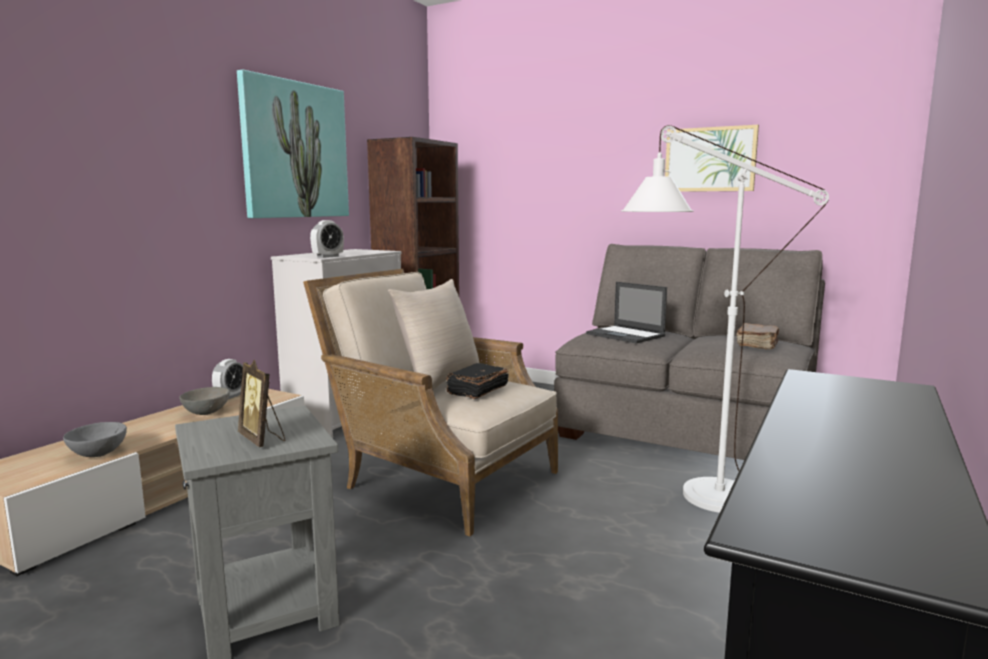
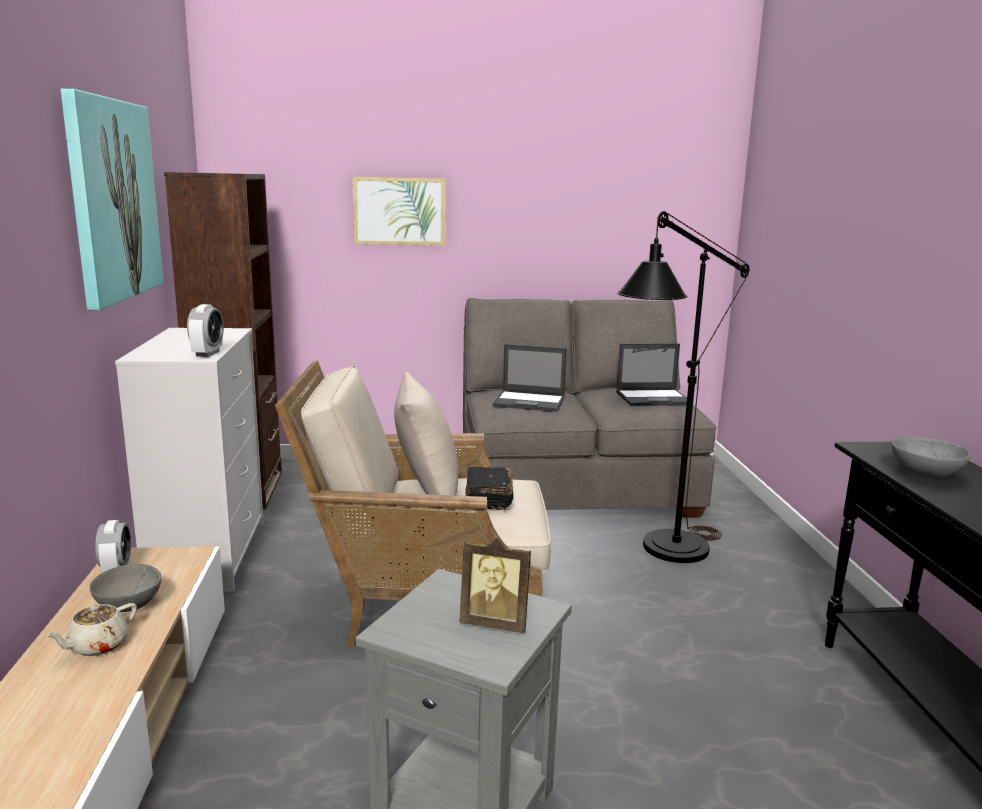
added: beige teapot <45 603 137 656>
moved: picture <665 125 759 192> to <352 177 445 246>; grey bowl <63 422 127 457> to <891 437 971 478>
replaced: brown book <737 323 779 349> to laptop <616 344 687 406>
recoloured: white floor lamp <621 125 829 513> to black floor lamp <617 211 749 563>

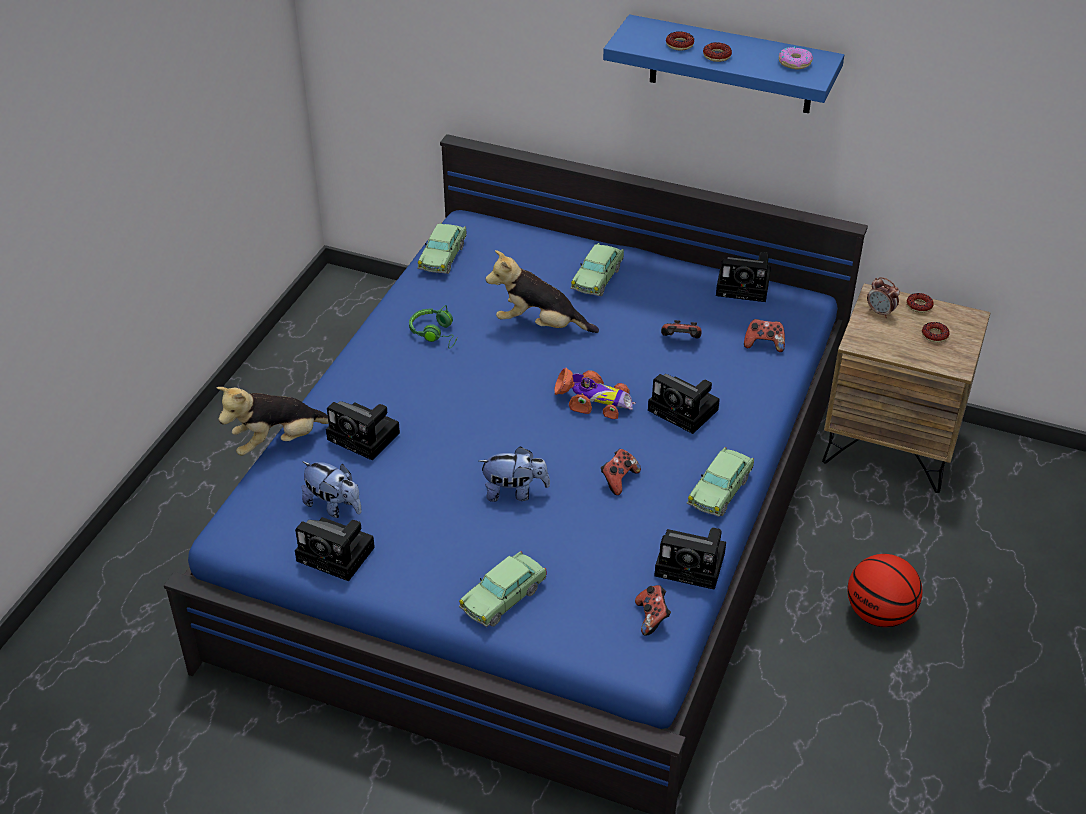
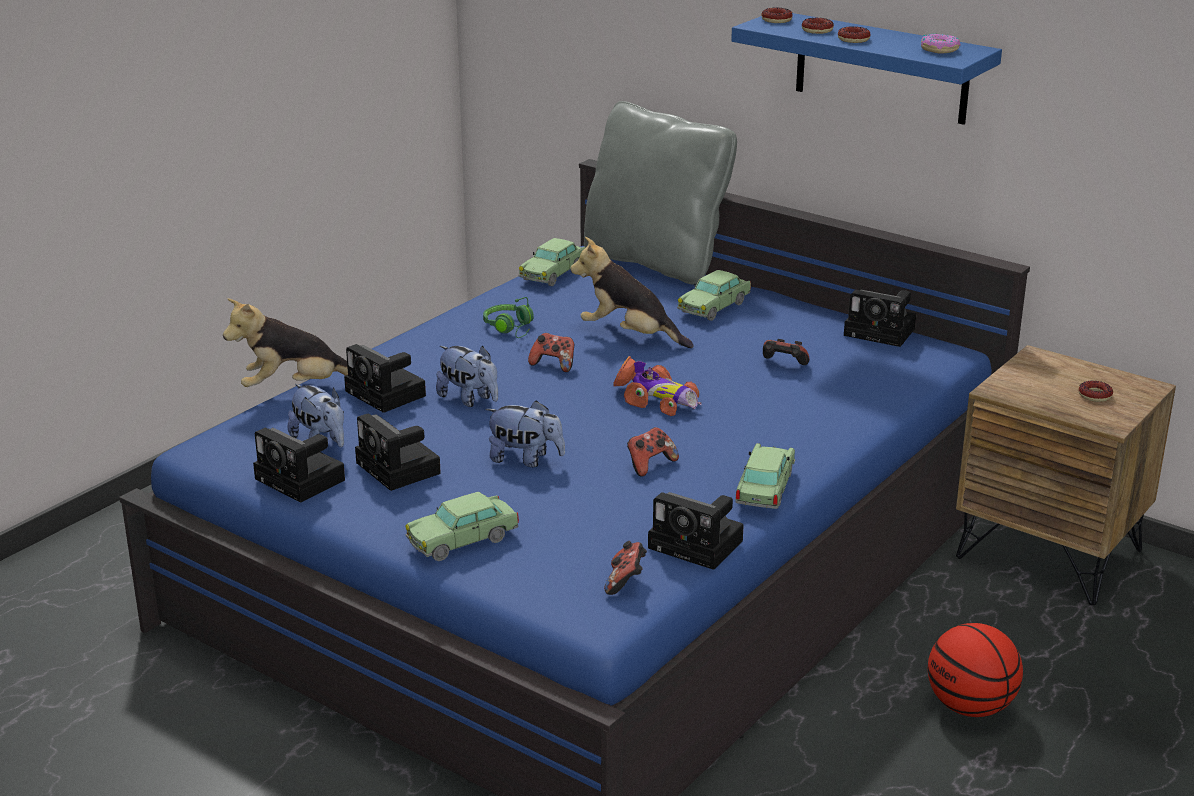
removed: alarm clock <867 277 900 318>
added: plush toy <436 346 498 407>; grey pillow <584 101 737 285>
moved: photo camera <648 374 720 434> to <355 413 441 491>; game controller <744 319 785 352> to <528 333 575 372>; donut <907 293 934 313> to <761 8 793 23>
turned: toy car <687 447 754 517> = <735 443 795 509> 150 degrees clockwise

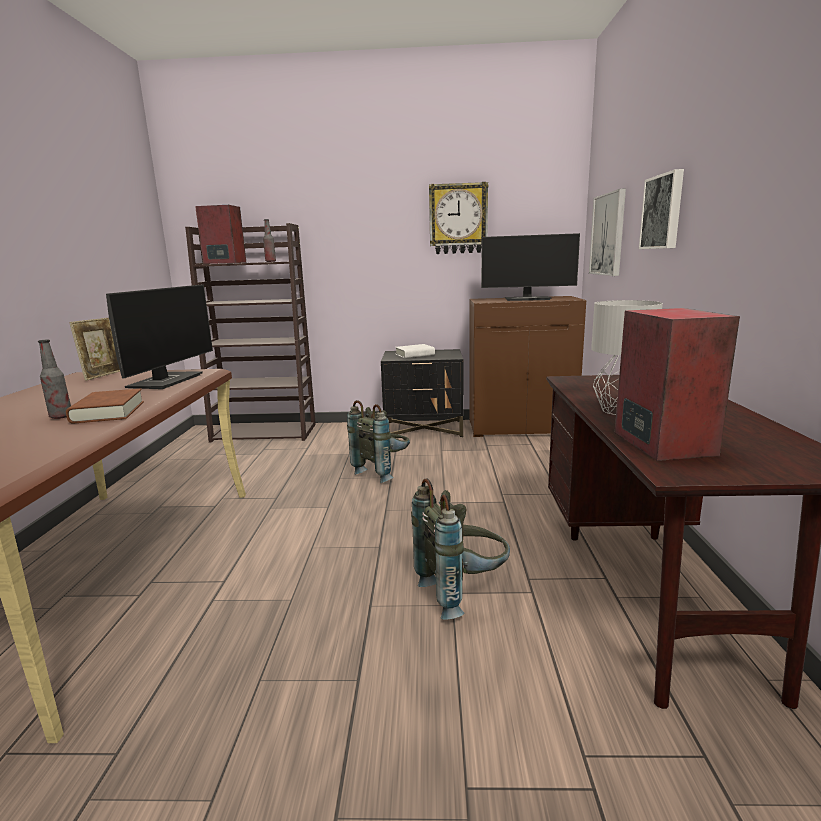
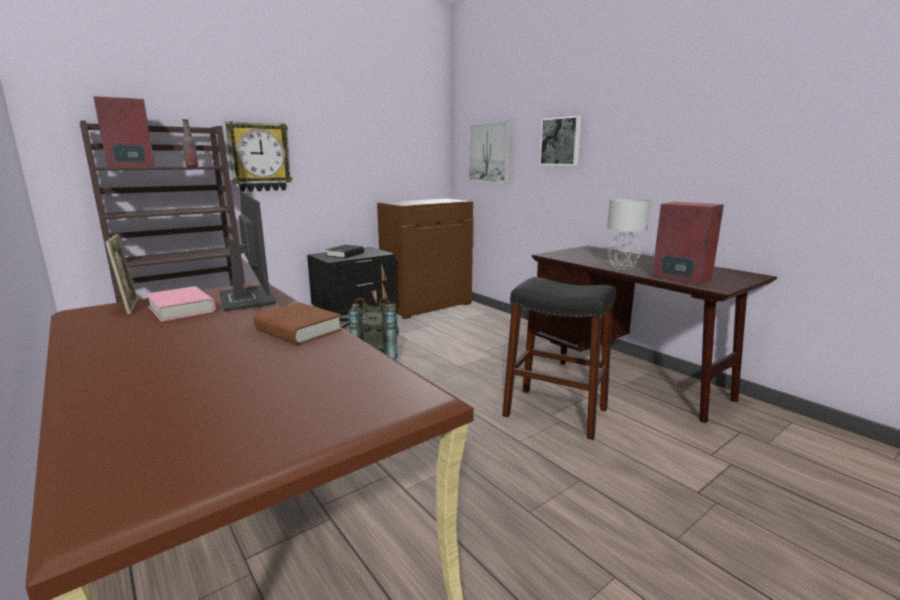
removed: bottle <38 339 71 419>; monitor <481 233 580 301>
added: pink book <146 286 216 322>
moved: wall clock <429 182 489 254> to <225 121 293 192>
replaced: grey backpack <411 479 510 620> to black stool <502 277 616 440>
recoloured: white book <395 344 435 358> to black book <326 245 364 258>

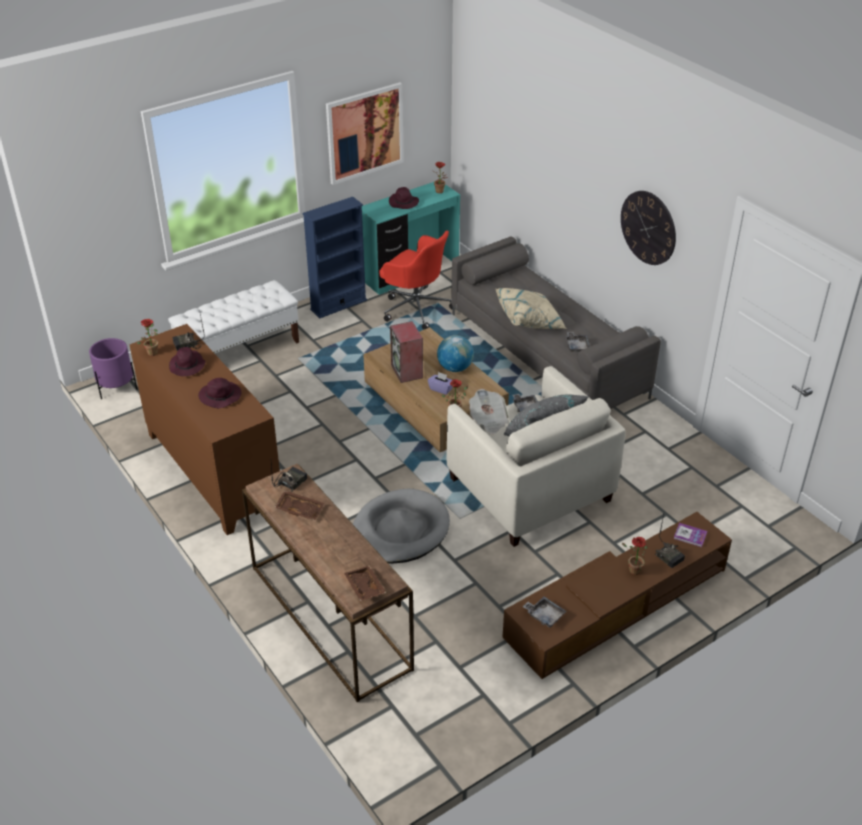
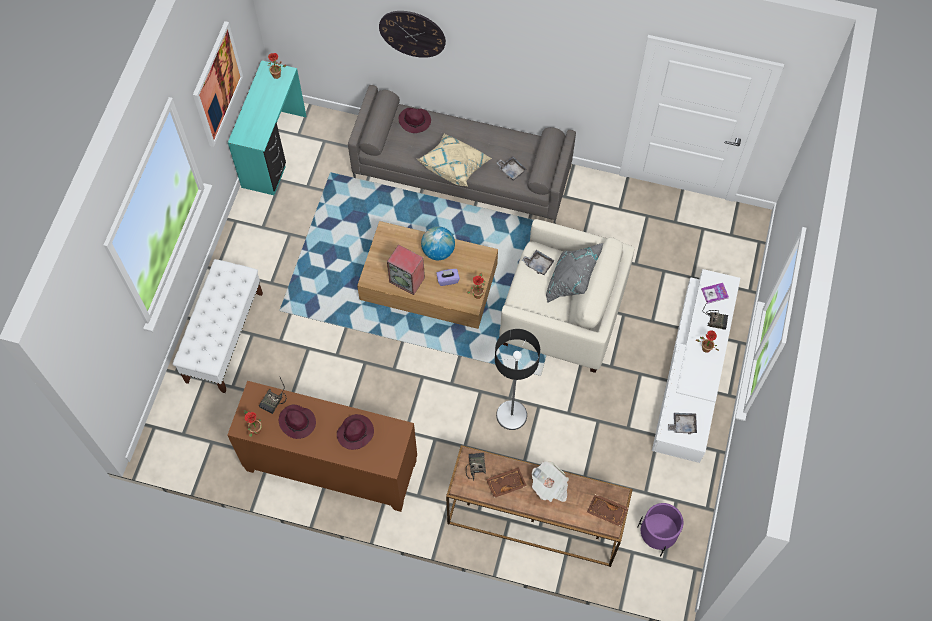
removed: blue bookcase <302 197 367 318>; red office chair <379 231 453 329>
moved: wall clock <621 191 676 265> to <379 11 446 58>; purple hat <389 187 419 209> to <399 108 431 133>; newspaper <469 389 510 434> to <532 461 569 502>; purple planter <89 338 137 399> to <637 503 683 556>
replaced: grey dog bed <353 489 450 563> to floor lamp <495 329 540 430>
recoloured: brown tv stand <502 512 732 679> to white tv stand <652 269 740 463>

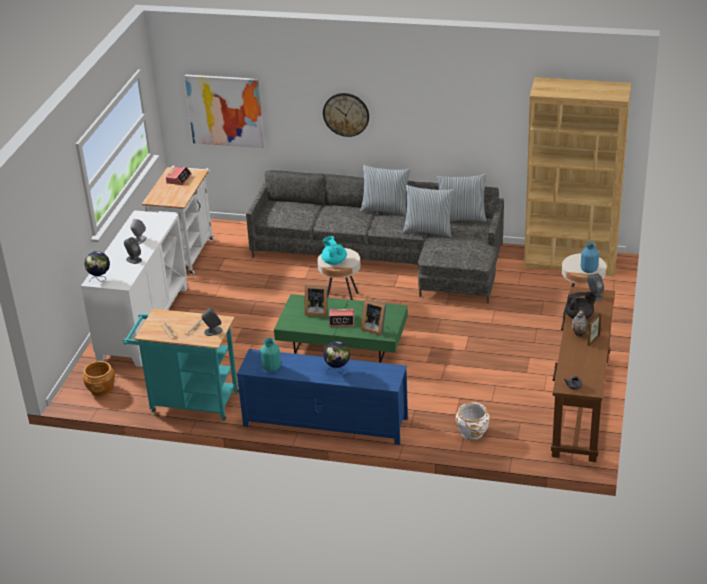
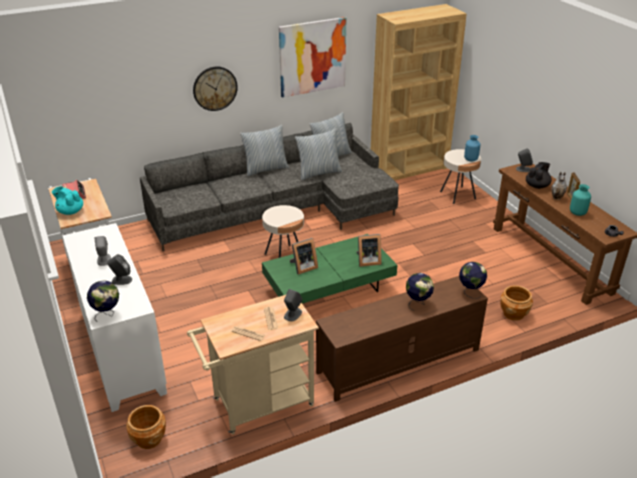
removed: alarm clock <329 309 354 327>
added: globe <459 262 487 299>
moved: turquoise teapot <321 236 347 265> to <52 186 83 215>; picture <185 75 265 148> to <279 17 347 98>; turquoise vase <260 338 281 372> to <570 184 591 216>
recoloured: turquoise cart <123 309 239 421> to beige cart <187 295 319 435>; blue tv stand <237 349 408 445> to brown tv stand <316 276 488 402>; white planter <456 402 489 440> to brown planter <501 285 533 321>

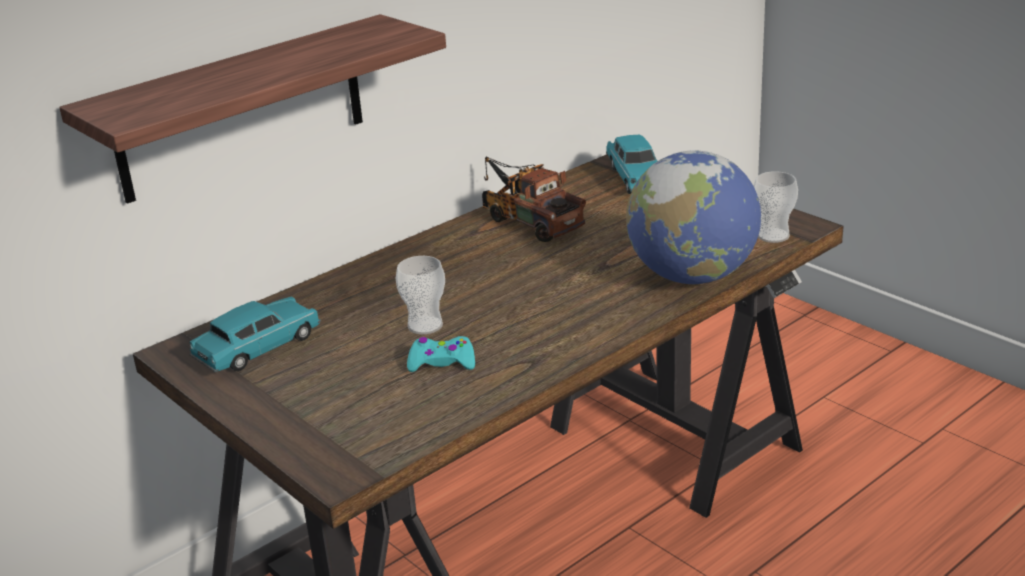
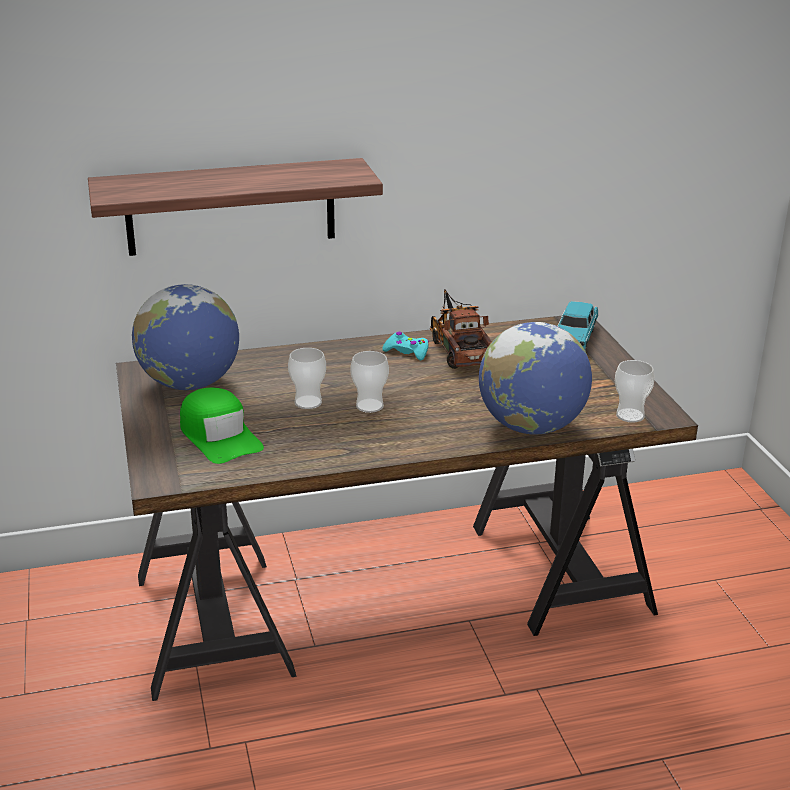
added: green cap <180 387 264 464>; cup <350 351 389 413>
moved: turquoise game controller <407 336 475 372> to <382 332 429 360>
replaced: turquoise toy car <189 297 321 372> to globe <132 284 239 390>

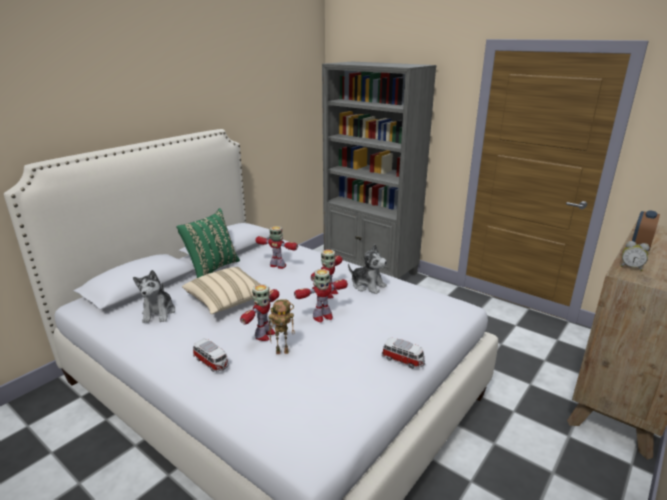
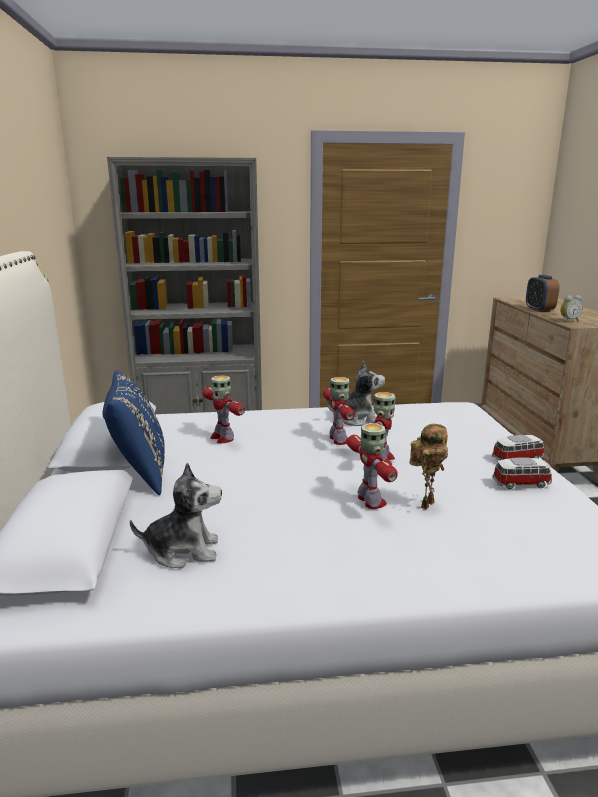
removed: beige pillow <182 267 271 314>
moved: toy car <193 339 229 372> to <493 457 552 489>
recoloured: green pillow <176 208 240 278> to blue pillow <103 370 165 495>
turned: plush toy <133 270 175 323> = <130 463 222 569> 45 degrees counterclockwise; toy robot <255 226 298 269> = <202 375 245 443> 105 degrees counterclockwise

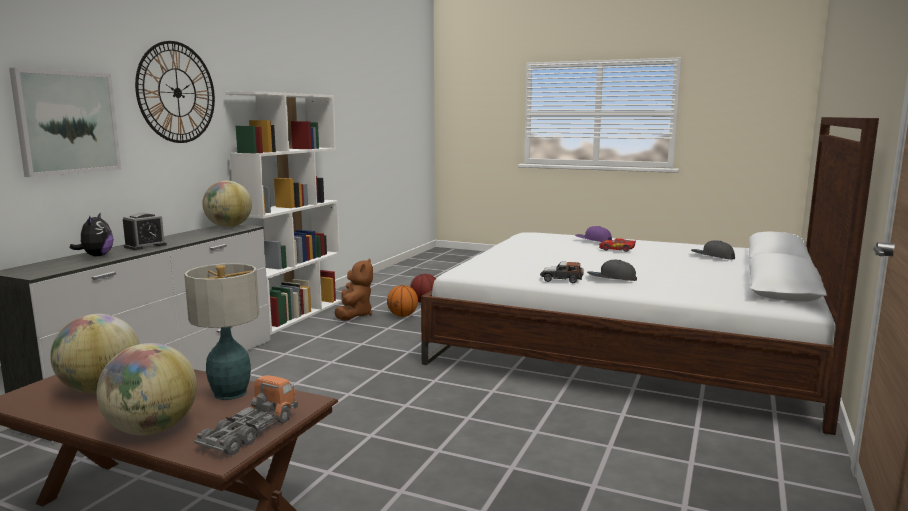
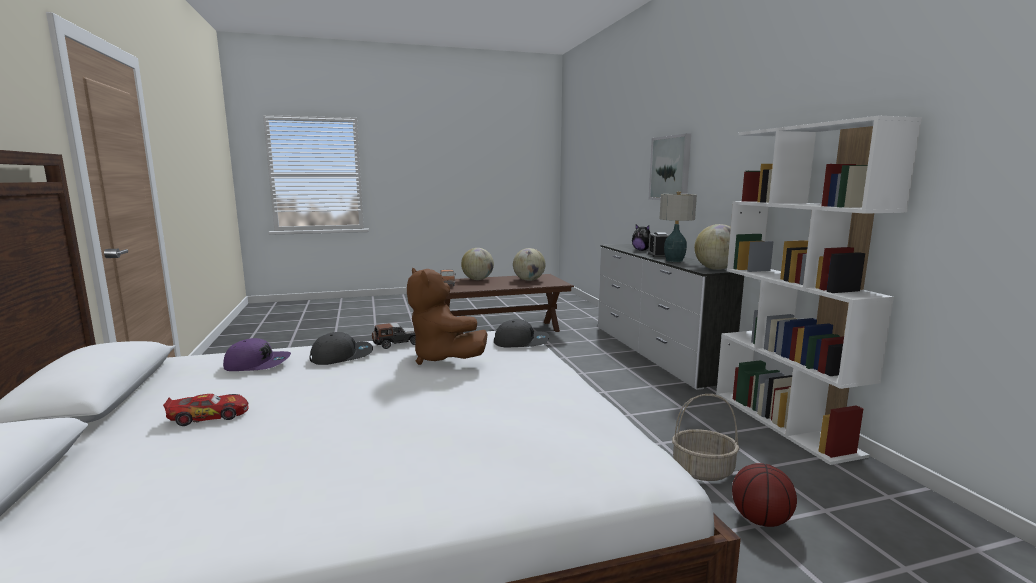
removed: wall clock <135 41 215 143>
moved: toy car <599 238 637 252> to <163 394 249 426>; purple cap <575 226 612 242> to <223 338 291 371>; brown plush toy <334 259 373 321> to <407 268 488 365>; grey cap <691 240 735 260> to <494 319 549 348>; table lamp <184 263 259 400> to <659 192 697 262>
replaced: basketball <387 285 418 317> to basket <672 394 739 481>

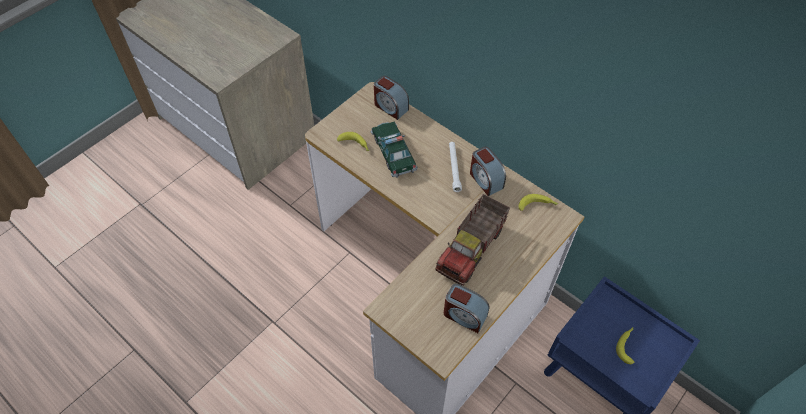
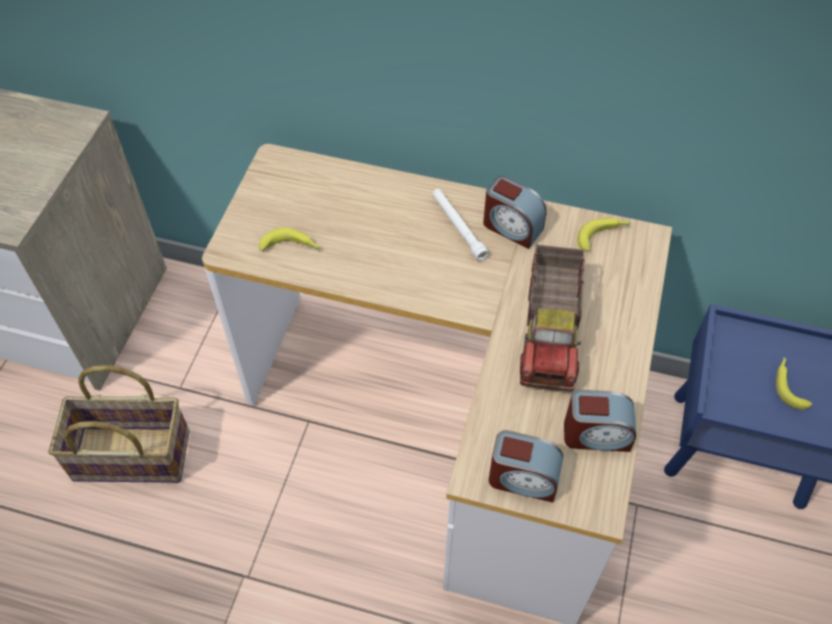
removed: toy car <370 122 418 178>
added: basket <49 365 190 483>
moved: alarm clock <374 76 409 120> to <489 430 563 503>

